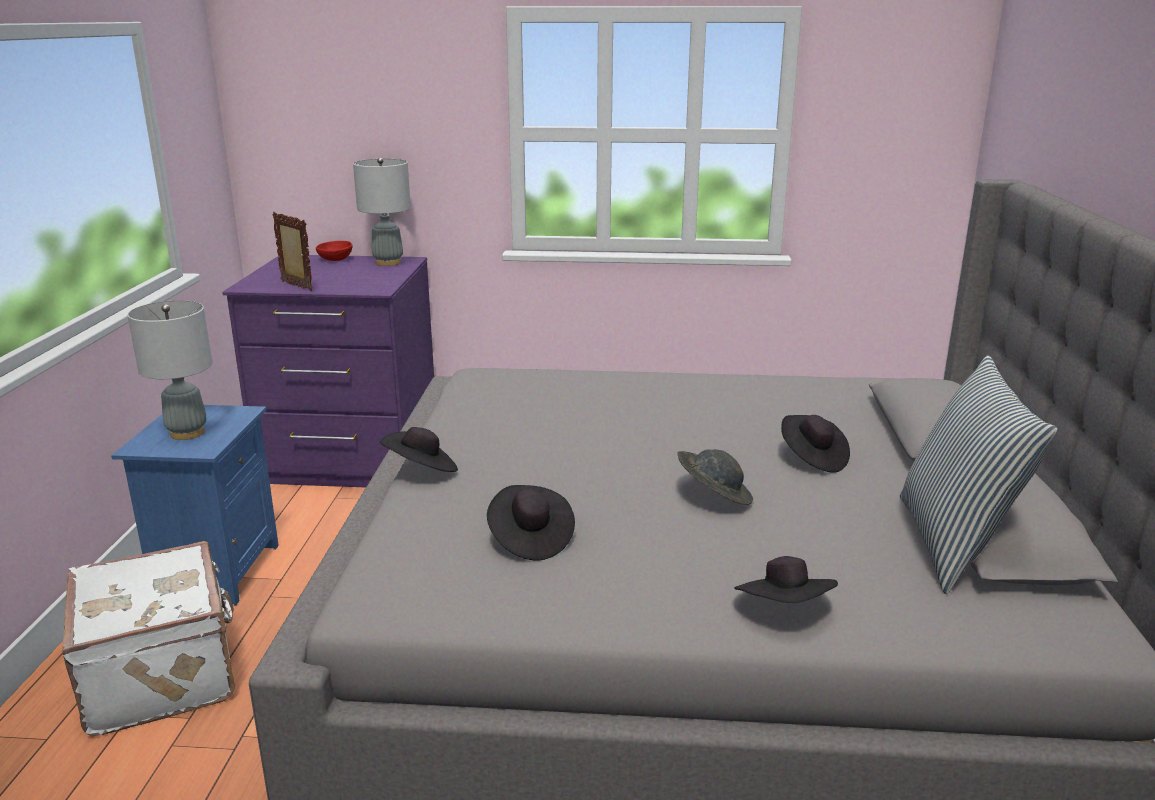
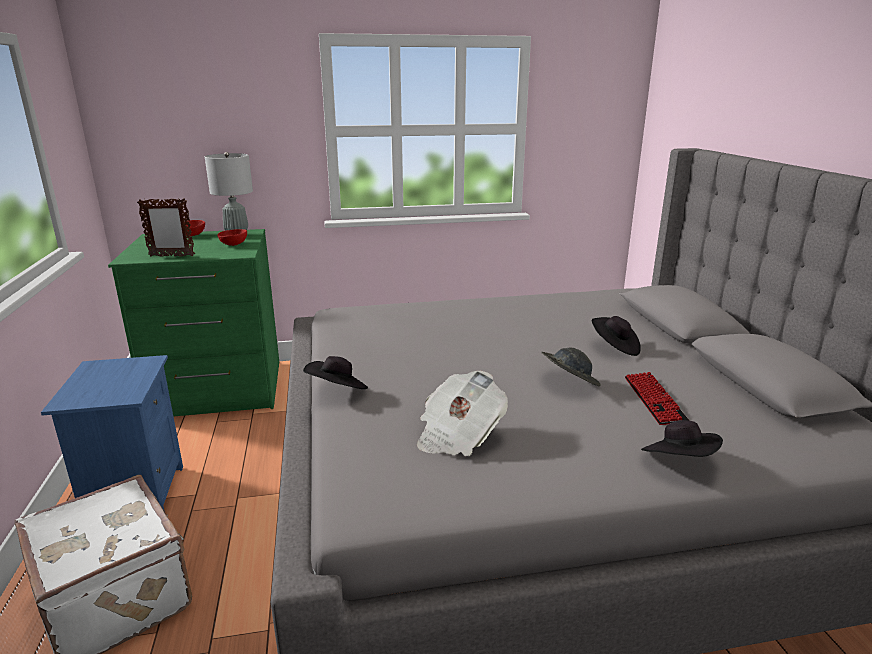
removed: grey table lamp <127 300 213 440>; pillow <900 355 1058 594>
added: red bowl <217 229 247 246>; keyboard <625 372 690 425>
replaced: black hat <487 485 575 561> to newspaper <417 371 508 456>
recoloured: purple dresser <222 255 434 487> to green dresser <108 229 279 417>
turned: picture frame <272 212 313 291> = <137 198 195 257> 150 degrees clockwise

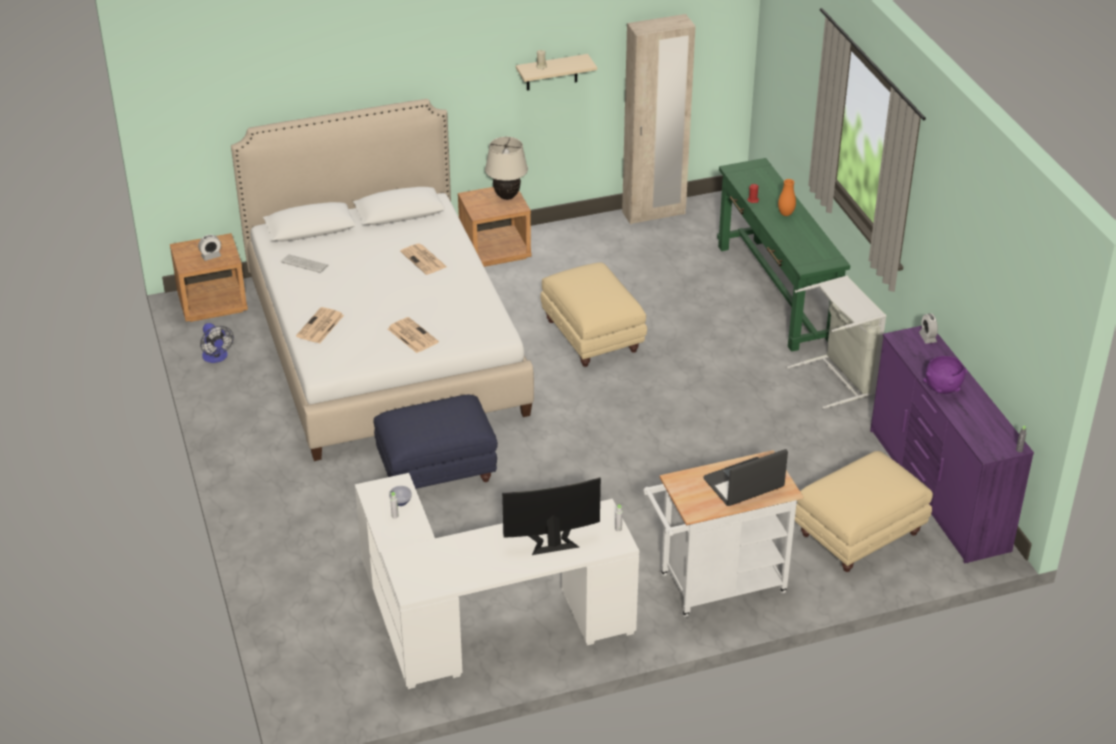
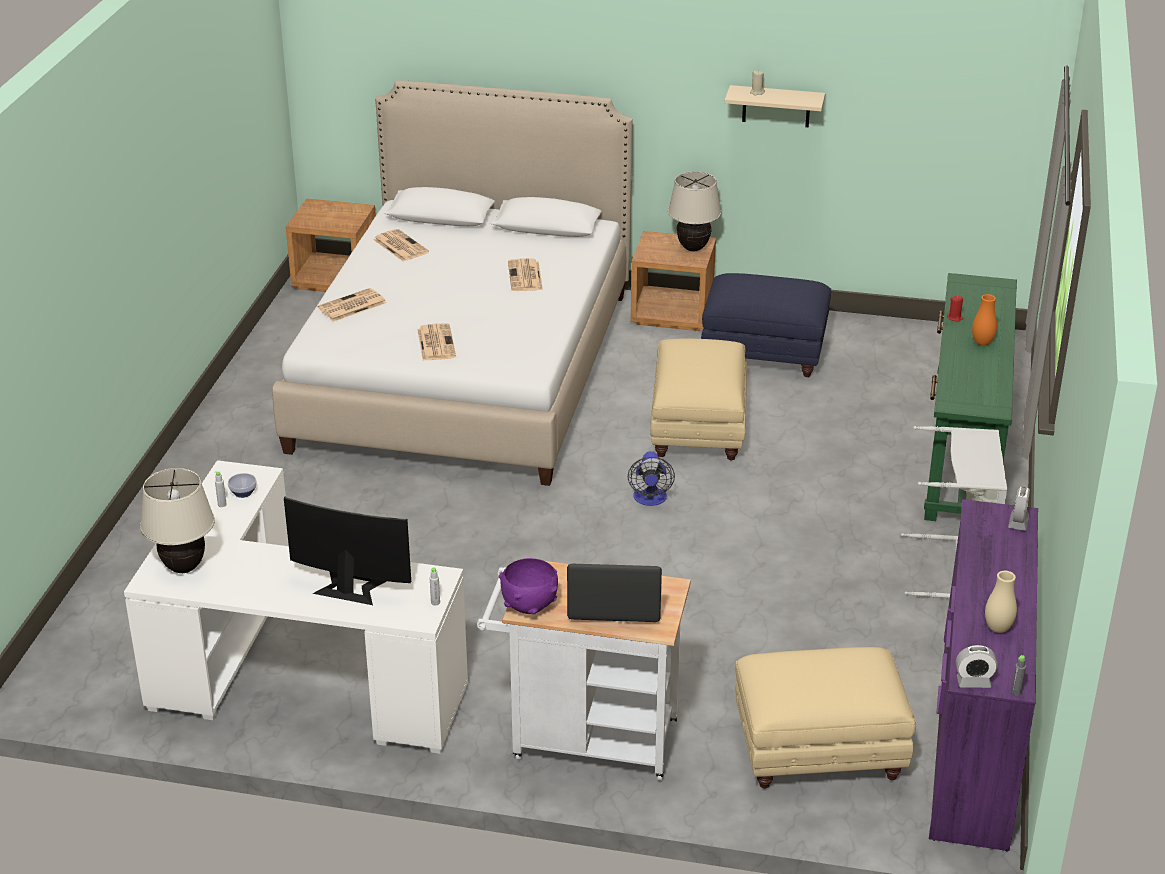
removed: beige wardrobe <622 14 696 224>
added: beige table lamp <140 468 215 573>; beige vase <985 571 1017 633>
moved: purple bowl <923 356 967 394> to <499 558 558 614>; fan <200 323 234 363> to <628 451 675 506>; blue ottoman <374 395 498 489> to <701 273 831 377>; alarm clock <198 235 221 261> to <956 645 997 688>
replaced: keyboard <281 254 328 273> to newspaper <373 229 429 261>

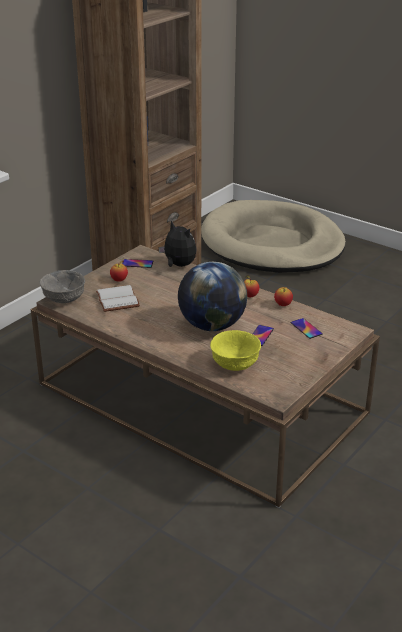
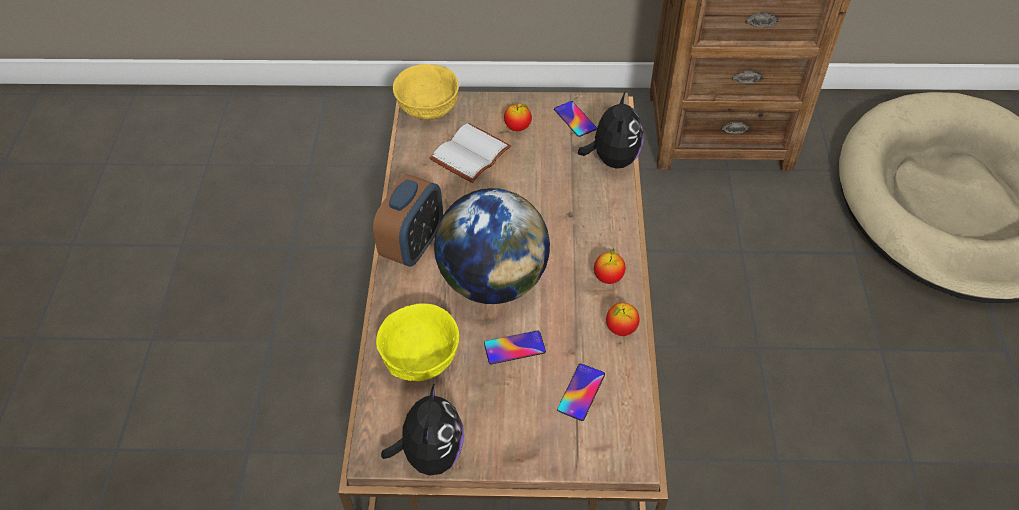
added: alarm clock <373 174 443 267>; plush toy <381 385 464 475>
recoloured: grey bowl <39 270 85 303> to yellow bowl <393 64 459 120>

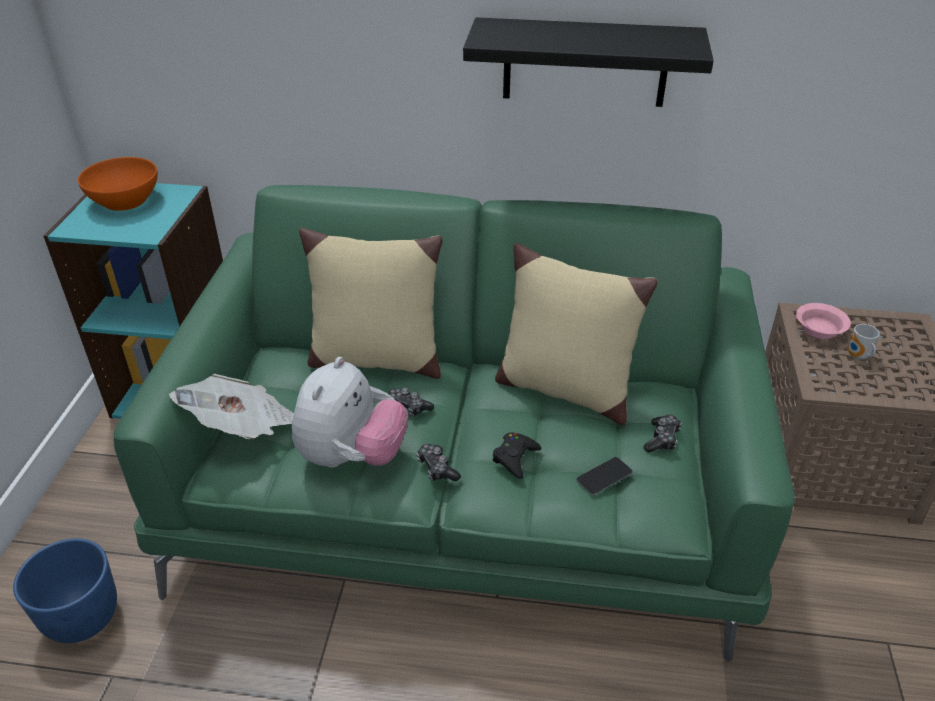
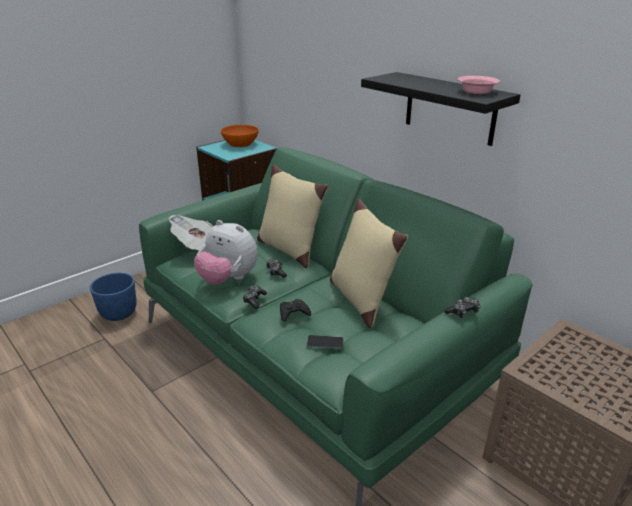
removed: mug <848 324 880 360>
moved: game controller <644 415 682 453> to <444 297 481 318>; pink bowl <796 303 851 339> to <458 76 500 94>
turned: plush toy <292 357 408 468> = <194 220 258 285> 60 degrees clockwise

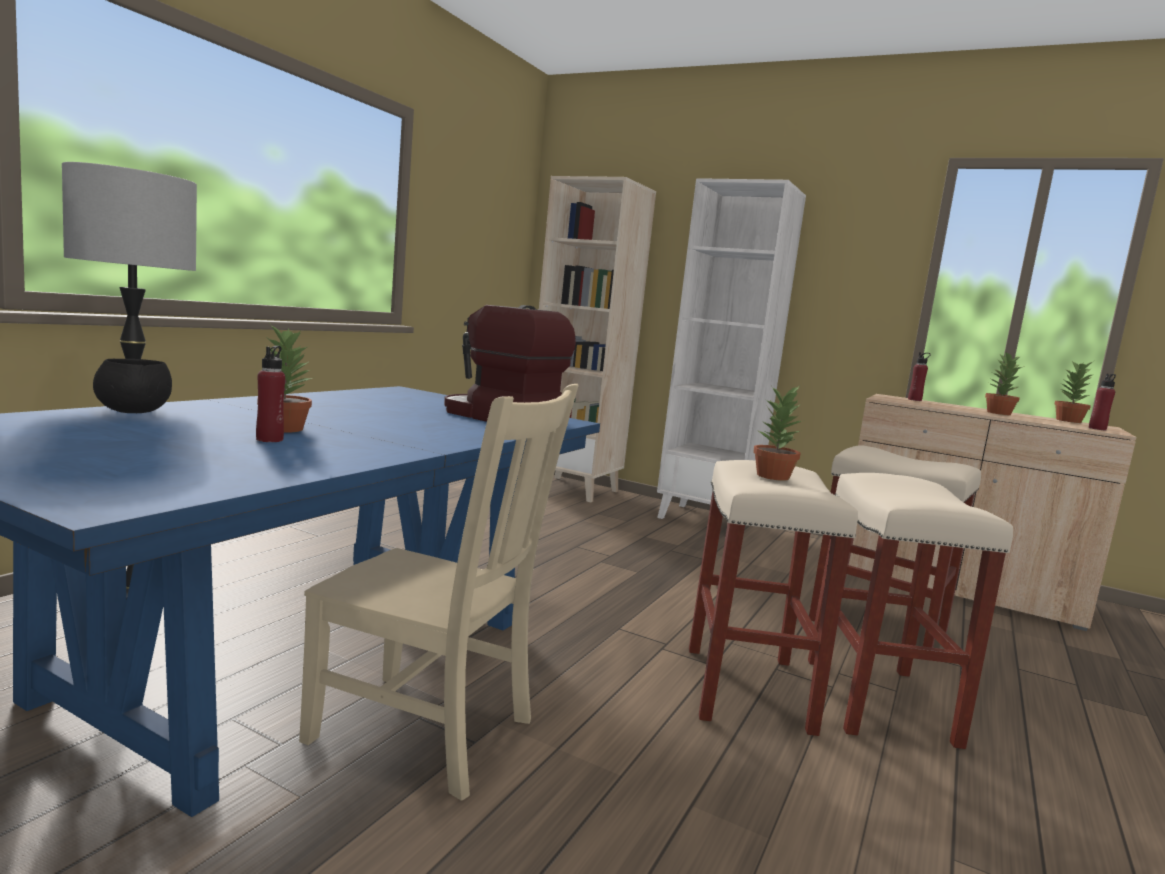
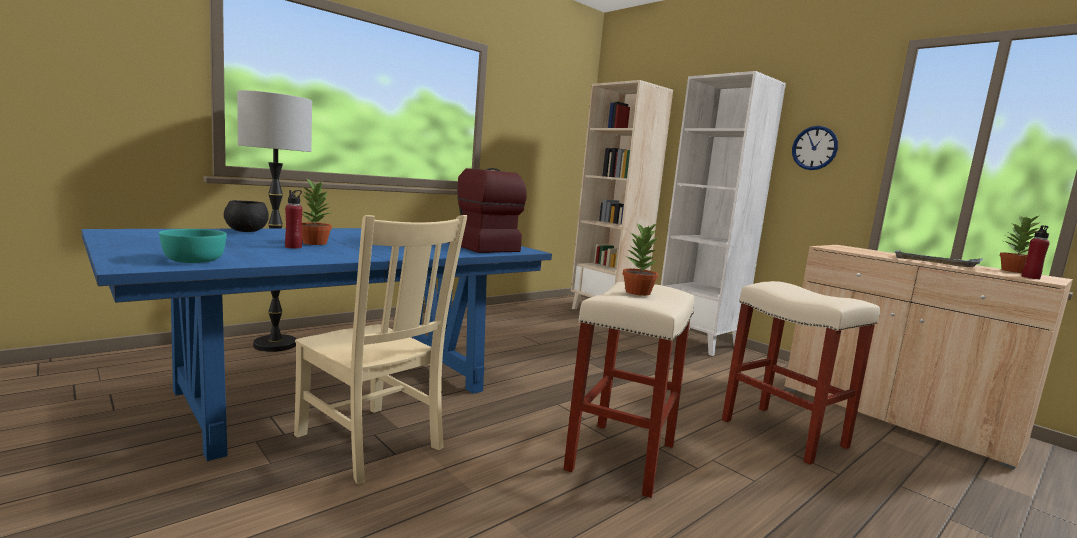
removed: beige stool <808 473 1013 749>; red bottle <908 352 931 401>
added: turquoise bowl <159 229 227 263>; wall clock <792 126 838 170>
replaced: potted plant <985 352 1022 415> to grey tray <895 250 983 267>

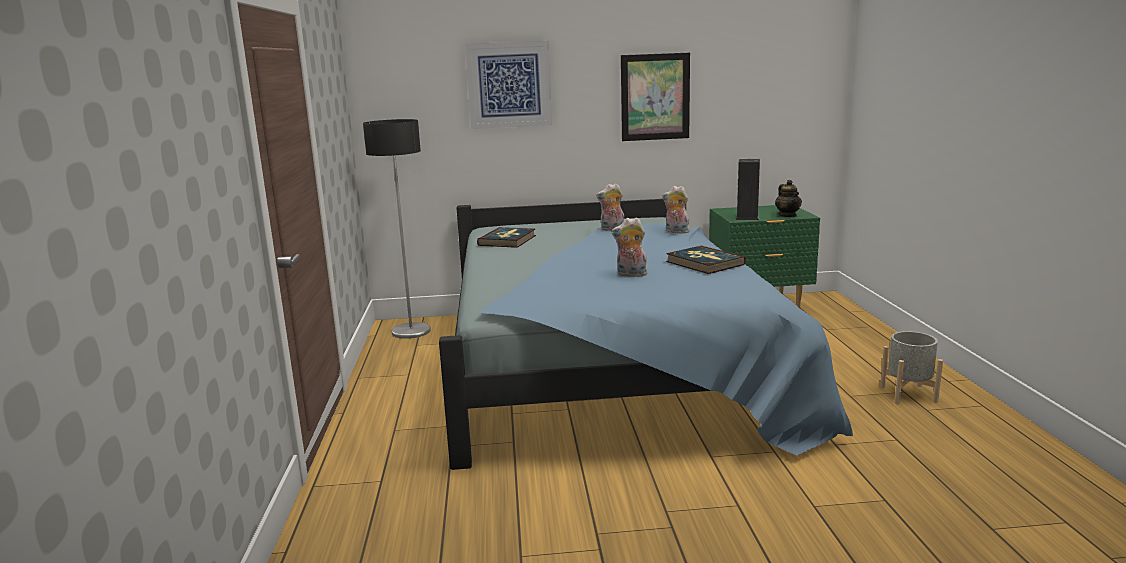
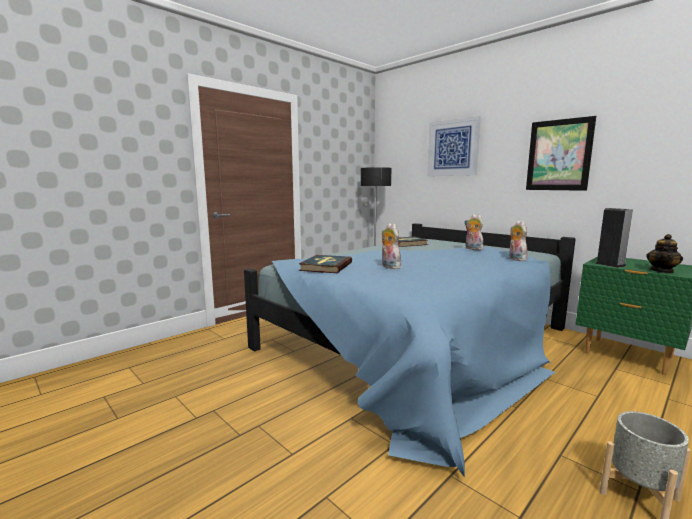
moved: book <666 246 746 274> to <299 255 352 273>

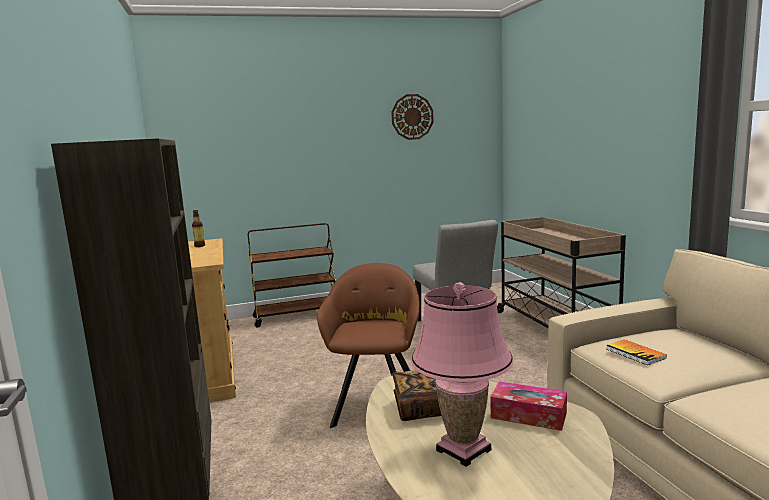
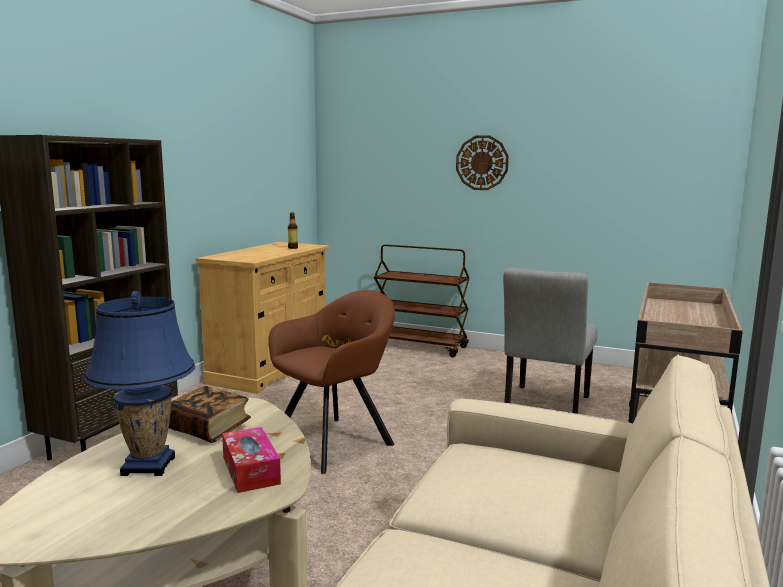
removed: book <606 340 667 365>
moved: wall clock <391 94 434 140> to <456 135 509 190>
recoloured: pink table lamp <411 282 513 467> to blue table lamp <84 291 195 476>

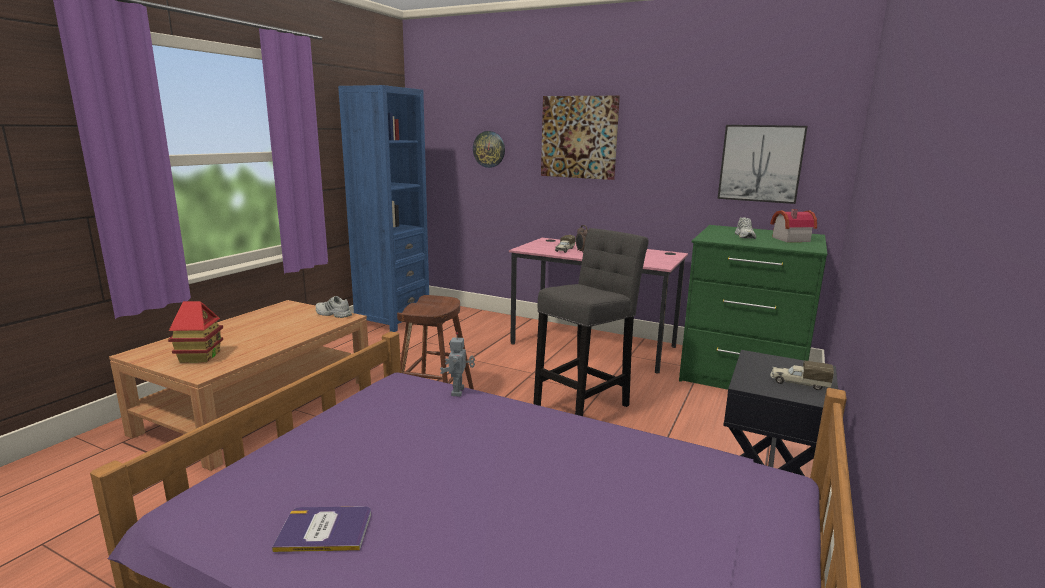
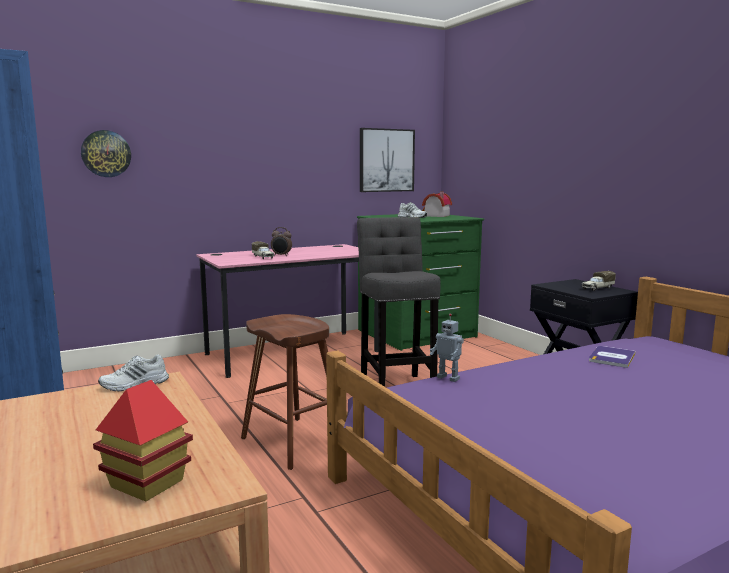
removed: picture <541 96 620 180>
moved: book <272 506 371 552> to <589 346 636 368>

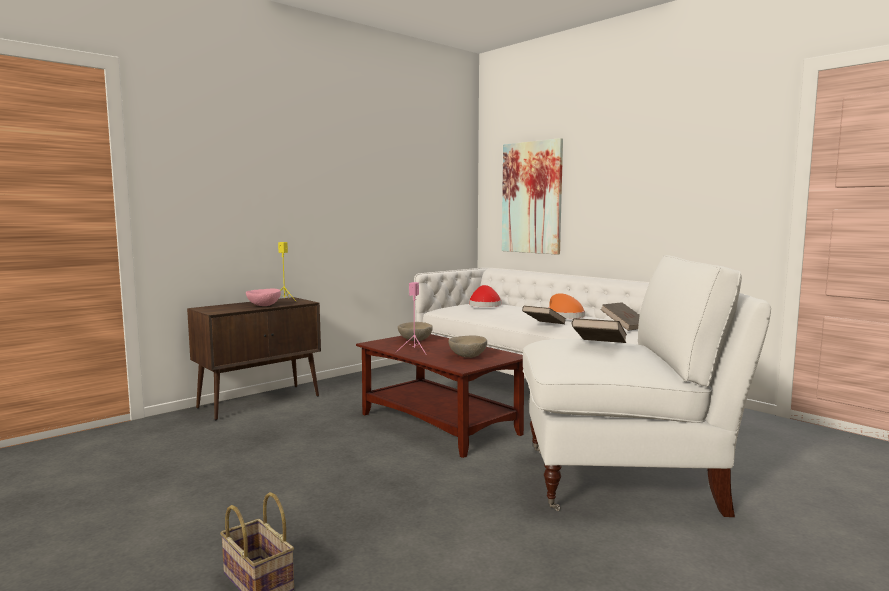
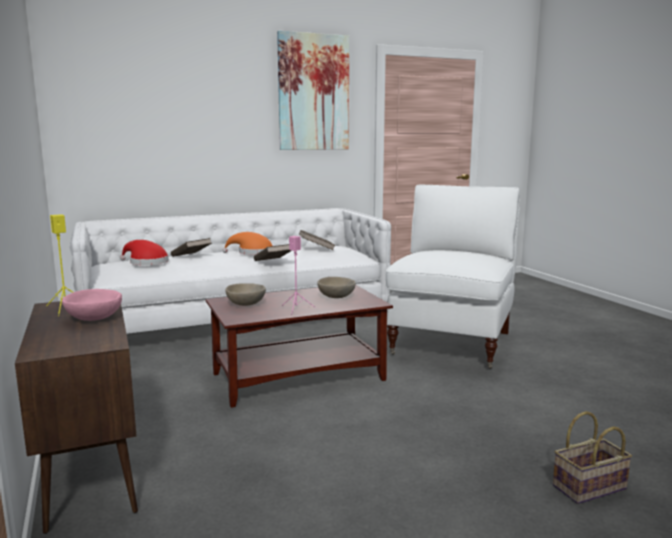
moved: brown book <572 318 627 343> to <171 238 212 257>; picture <502 138 563 255> to <277 31 349 150>

